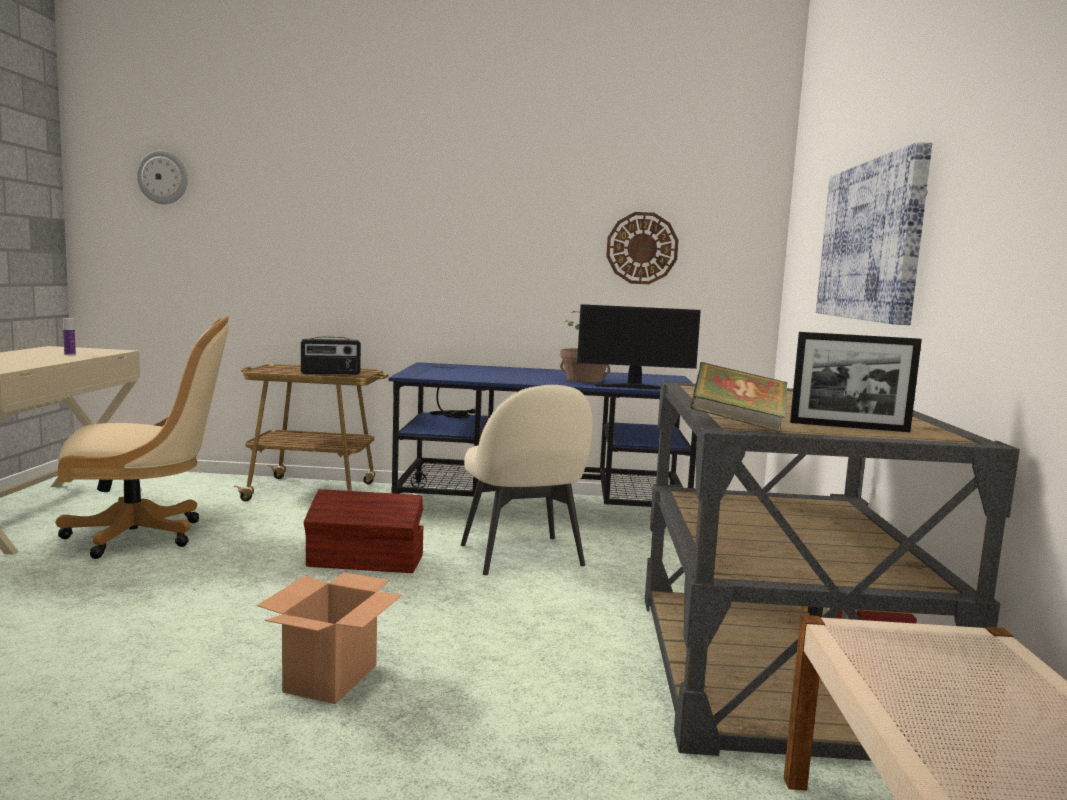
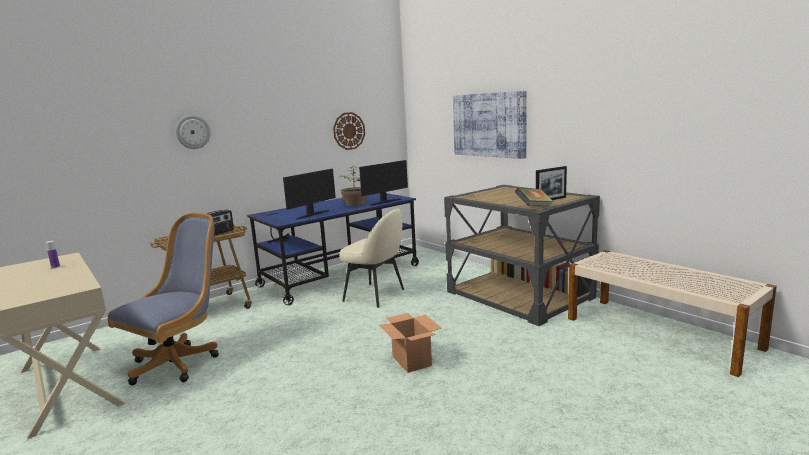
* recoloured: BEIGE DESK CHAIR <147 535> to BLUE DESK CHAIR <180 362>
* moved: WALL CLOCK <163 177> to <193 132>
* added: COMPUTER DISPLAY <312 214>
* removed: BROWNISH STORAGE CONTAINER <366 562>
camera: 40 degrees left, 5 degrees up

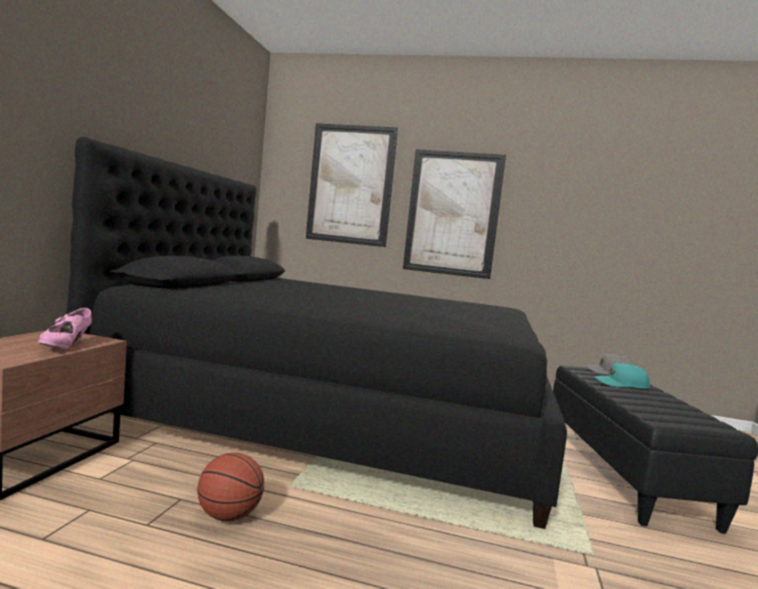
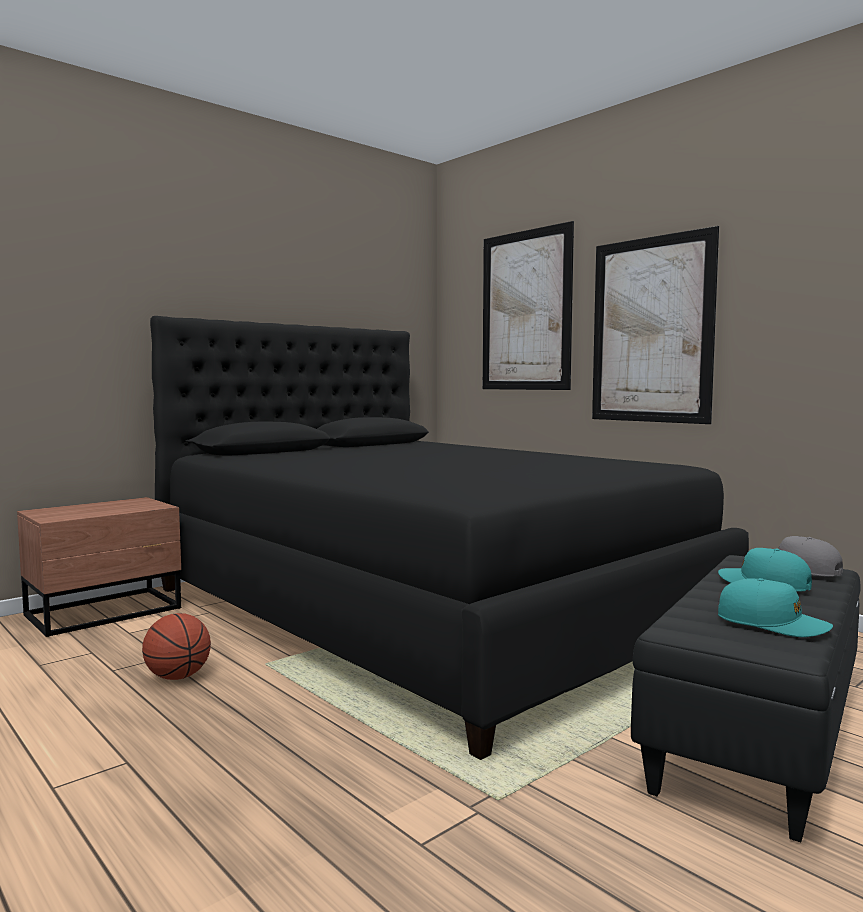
* added: TURQUOISE PEAKED CAP <771 623>
* removed: PINK SHOE <65 346>
camera: 35 degrees right, 0 degrees up

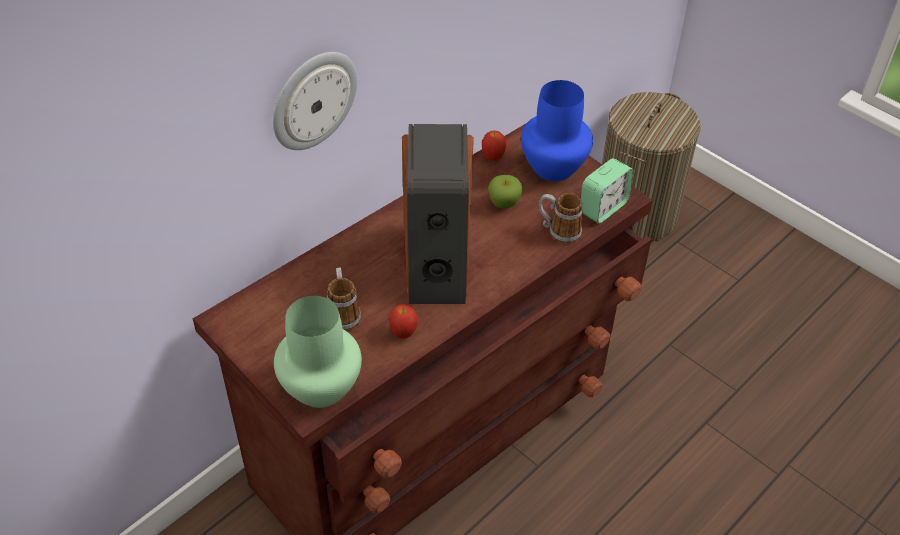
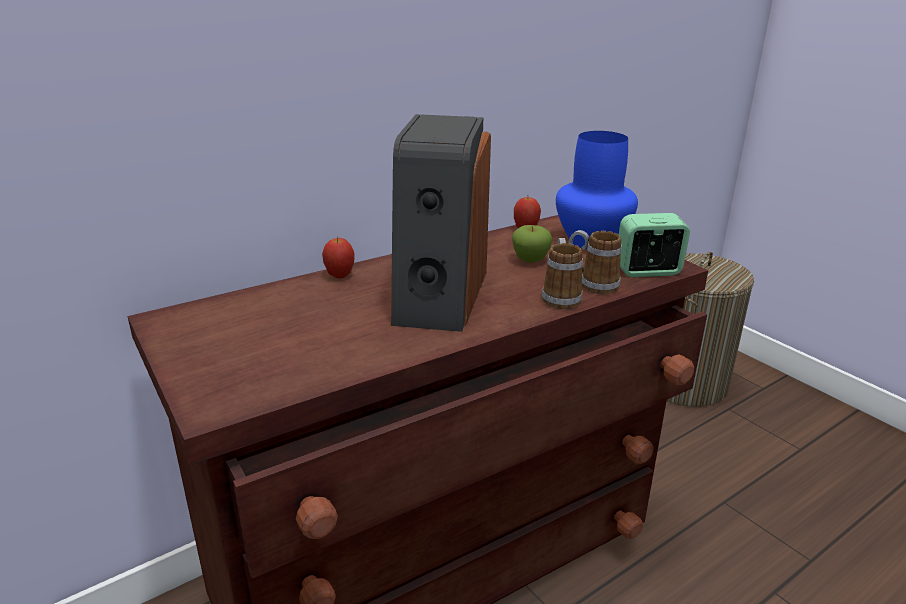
* moved: APPLE <403 333> to <339 276>
* moved: TEA MUG <343 313> to <560 296>
* turned: TABLE CLOCK <603 207> = <648 271> 150 degrees counterclockwise
* removed: WALL CLOCK <313 99>
* removed: GREEN FLOWER VASE <322 388>
camera: 10 degrees right, 20 degrees down

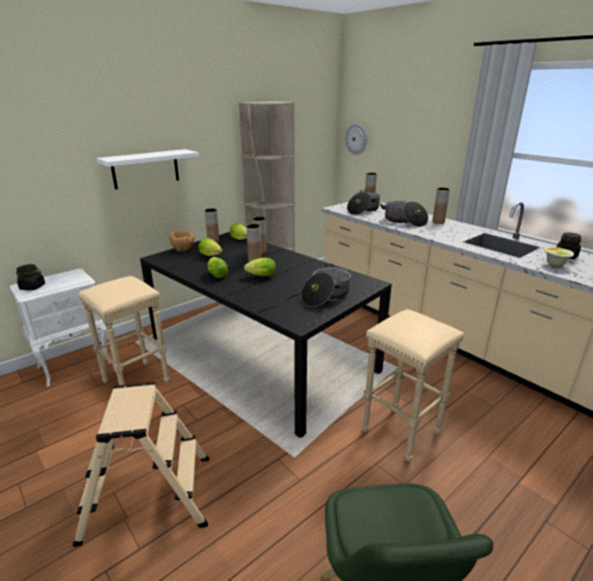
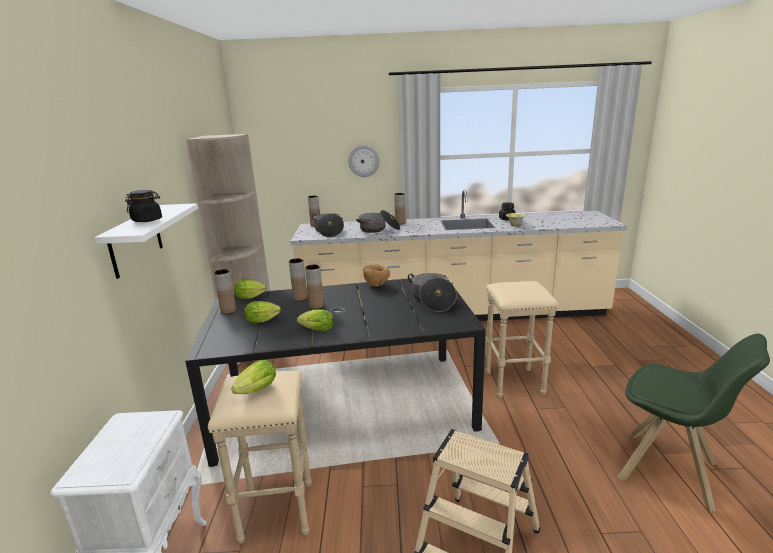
* moved: BLACK STORAGE JAR <33 287> to <147 220>
* moved: LETTUCE HEAD <260 276> to <255 391>
* moved: WALL CLOCK <356 139> to <364 161>
* moved: BROWNISH BOWL <183 250> to <376 285>
camera: 50 degrees left, 5 degrees down

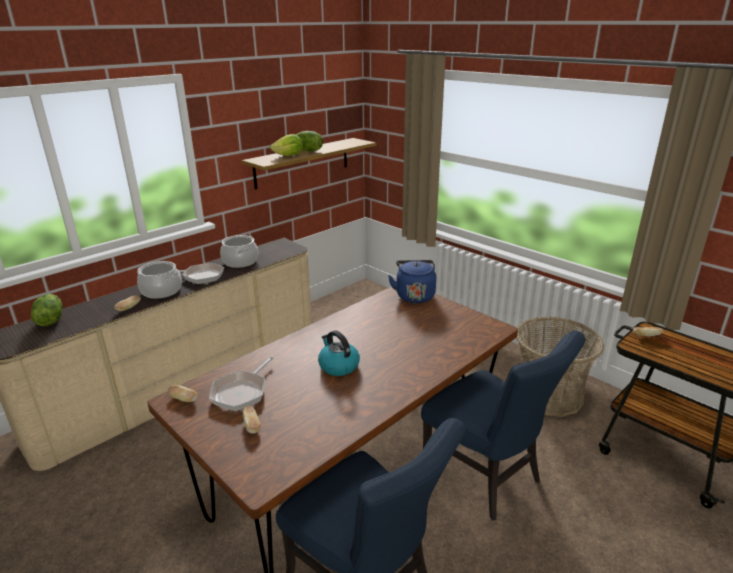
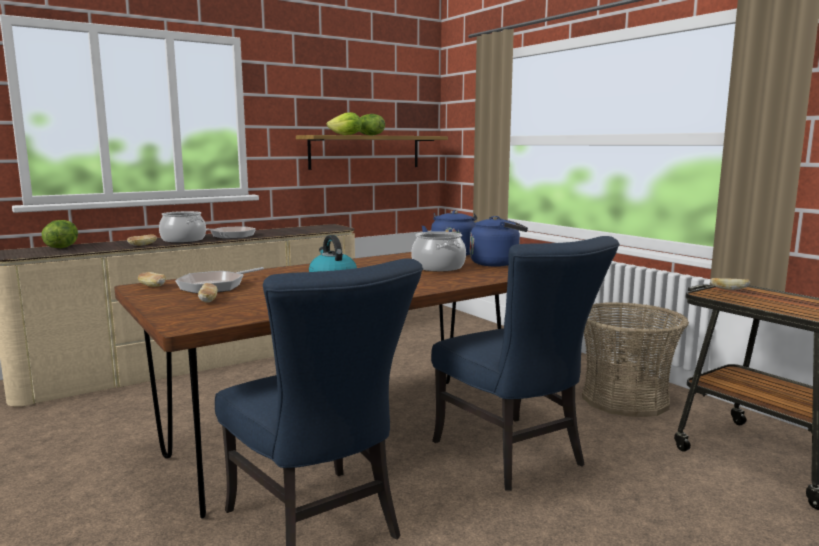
* moved: COOKING POT <240 261> to <438 267>
* added: BLUE TEA KETTLE <497 263>
camera: 10 degrees right, 15 degrees down

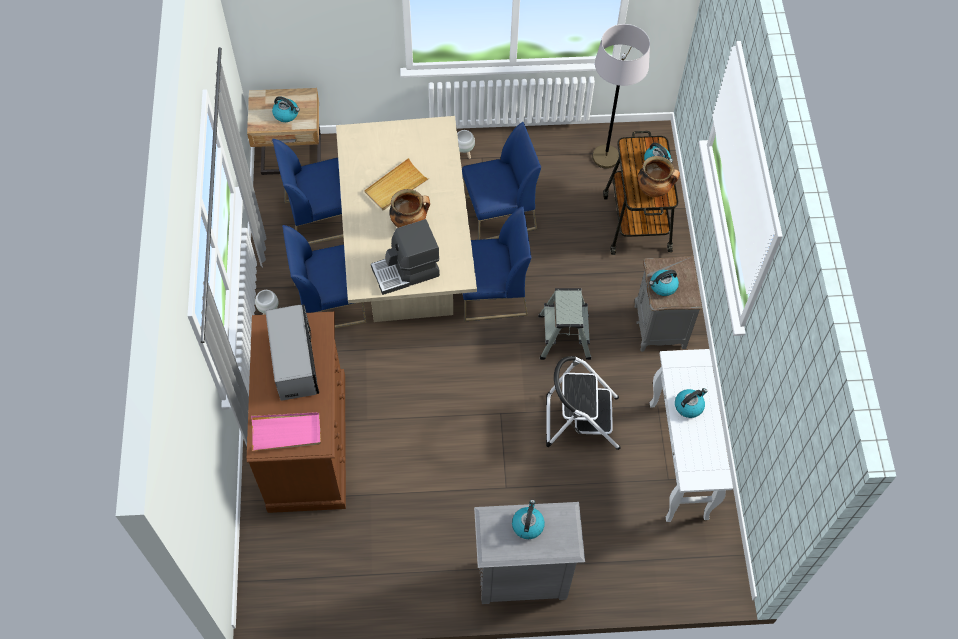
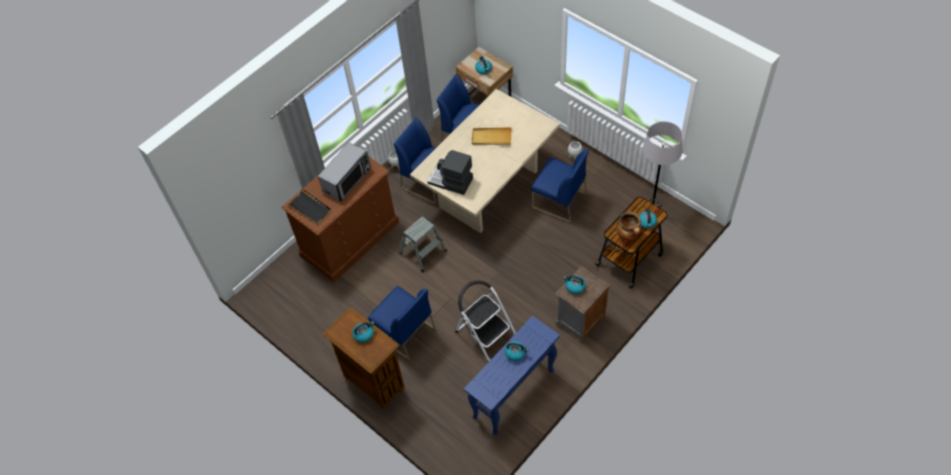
* recoloured: PINK CARRYING TRAY <286 432> to BLACK CARRYING TRAY <310 208>
* recoloured: GREY STORAGE CABINET <521 581> to BROWNISH STORAGE CABINET <373 382>
* moved: BLUE UPRIGHT CHAIR <492 293> to <404 332>
* moved: GREY STEPLADDER <564 336> to <423 251>
* recoloured: WHITE-COLOURED NARROW TABLE <678 461> to BLUE NARROW TABLE <513 395>
* removed: COOKING POT <409 223>
camera: 50 degrees right, 5 degrees down

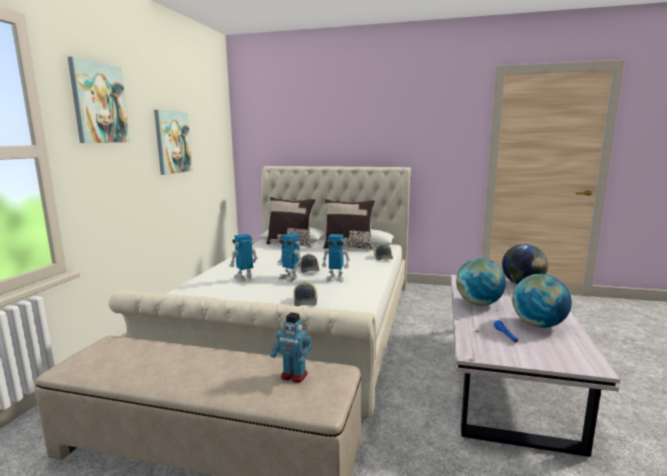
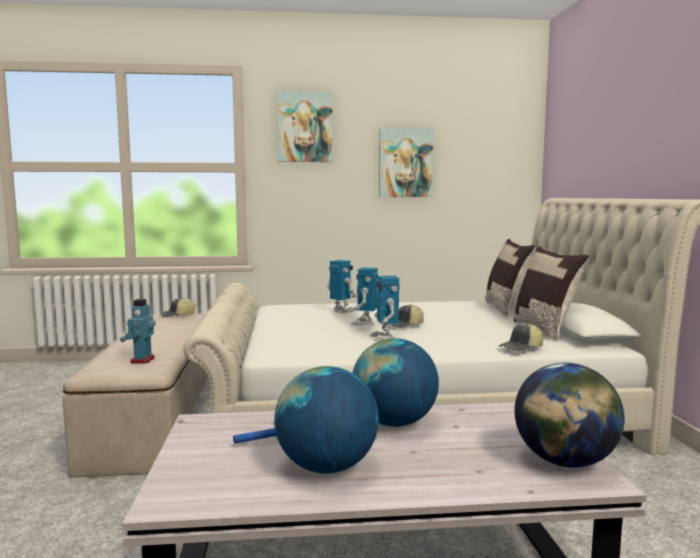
* moved: PEAKED CAP <306 302> to <177 316>
camera: 70 degrees right, 5 degrees down

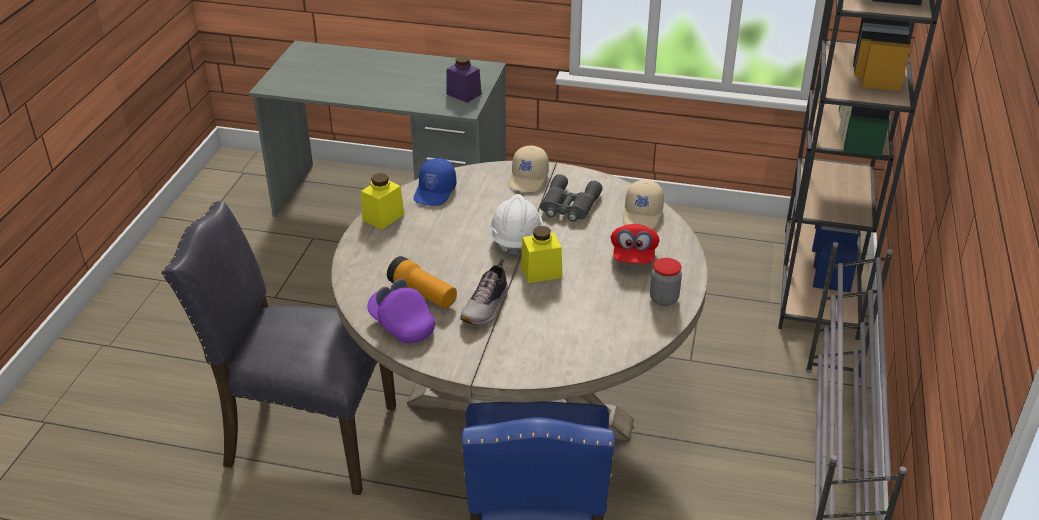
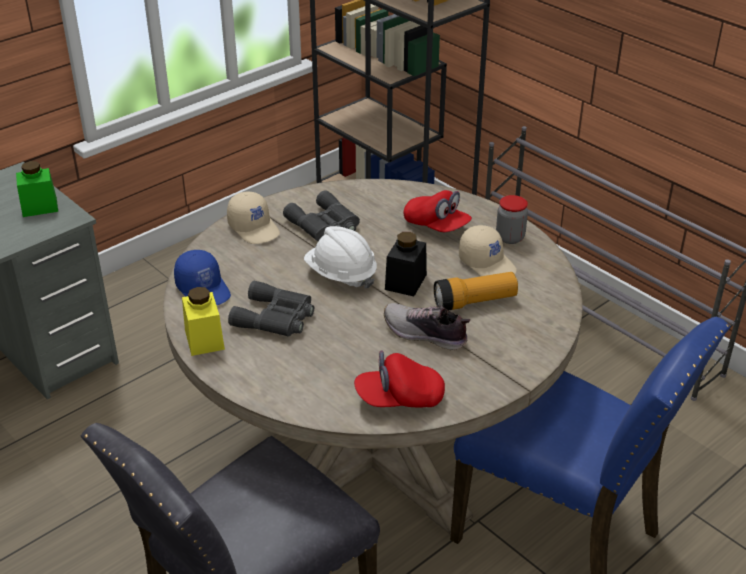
* recoloured: PURPLE-COLOURED STORAGE JAR <463 94> to GREEN STORAGE JAR <39 207>
* added: GREY FIELD GLASSES <276 318>
* recoloured: PURPLE-COLOURED PEAKED CAP <401 325> to RED-COLOURED PEAKED CAP <399 398>
* turned: SHOE <486 307> = <425 334> 150 degrees clockwise
* recoloured: YELLOW-COLOURED STORAGE JAR <541 272> to BLACK STORAGE JAR <405 282>
* moved: TORCH <423 294> to <475 302>
* moved: BEIGE PEAKED CAP <643 214> to <488 263>
camera: 55 degrees left, 0 degrees up

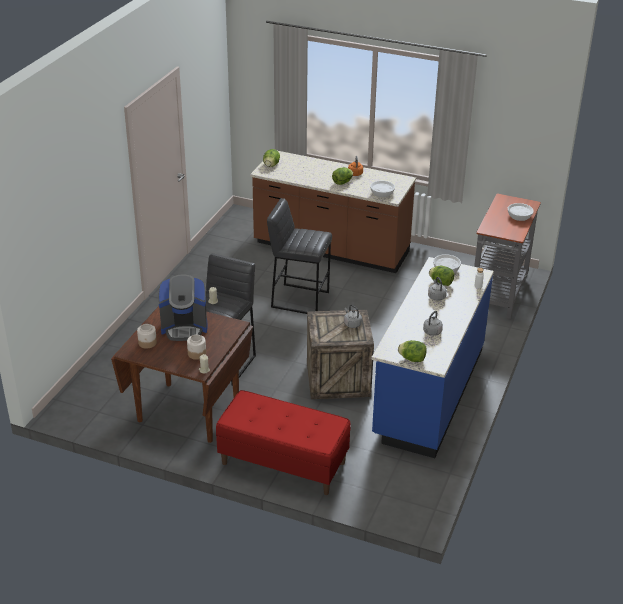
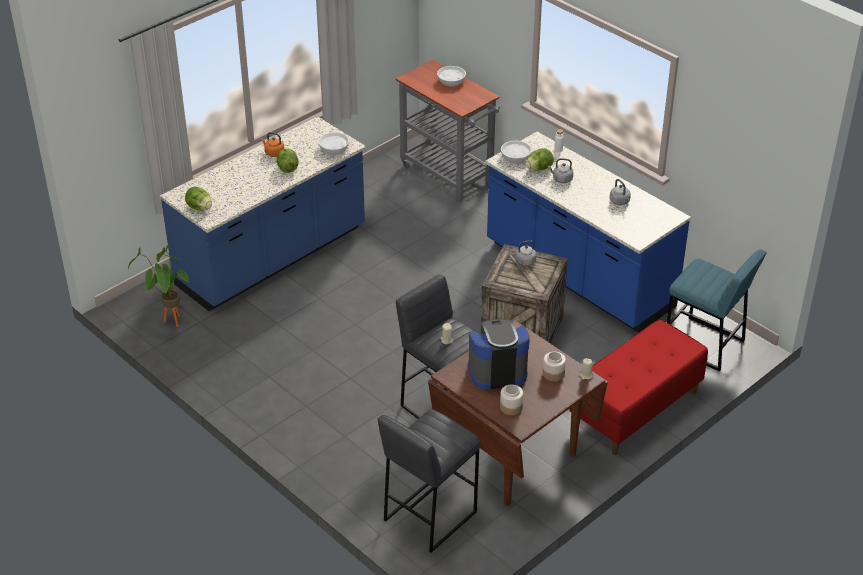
* added: HOUSEPLANT <170 323>
* recoloured: BROWNISH KITCHEN BASE UNIT <331 249> to BLUE KITCHEN BASE UNIT <272 258>
* moved: GREY STOOL <299 299> to <429 517>
* turned: COFFEE MACHINE <184 327> = <497 371> 120 degrees counterclockwise
* added: BLUE STOOL <706 344>
* removed: LETTUCE HEAD <412 359>
camera: 65 degrees left, 5 degrees up

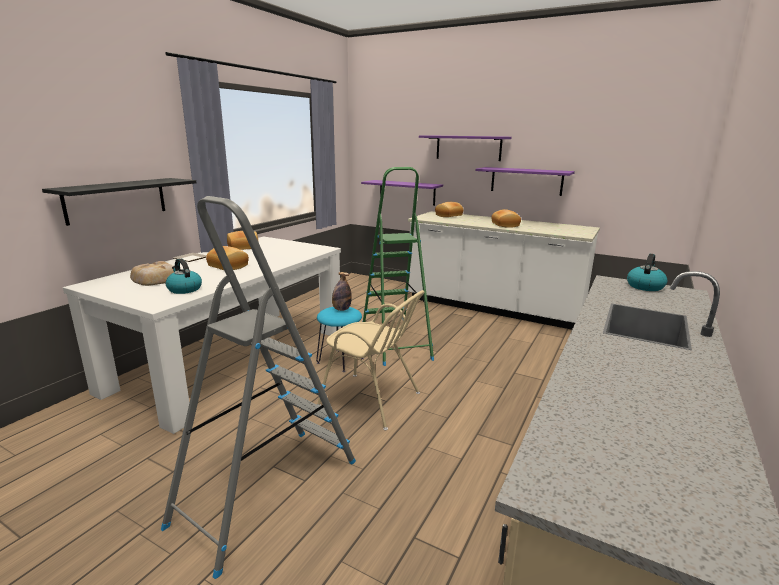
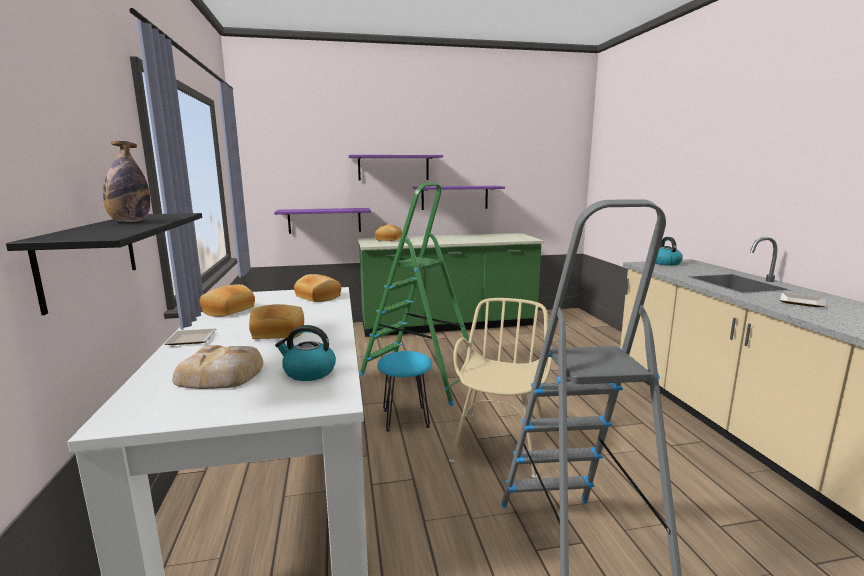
* moved: DRINK BOTTLE <341 309> to <130 222>
* moved: BREAD <504 225> to <317 297>
* recoloured: WHITE-COLOURED KITCHEN BASE UNIT <492 308> to GREEN KITCHEN BASE UNIT <448 325>
* turned: BEIGE UPRIGHT CHAIR <373 400> = <500 440> 60 degrees counterclockwise
* added: FLAT DISH <803 303>
camera: 40 degrees left, 5 degrees down

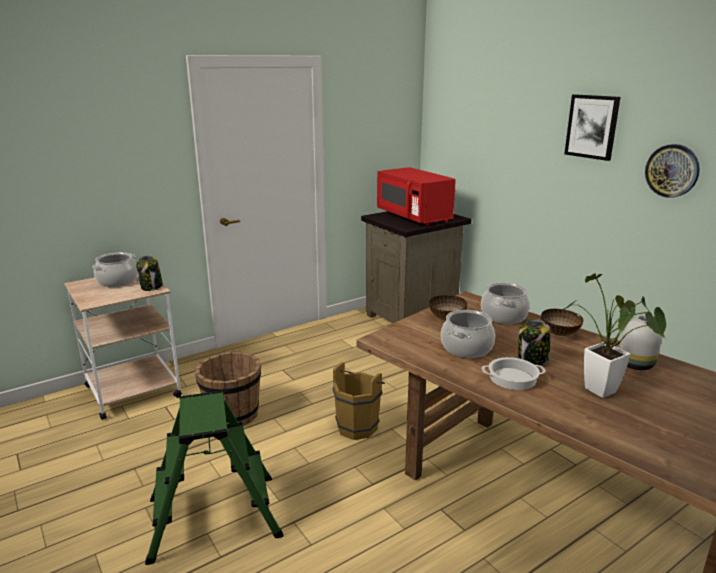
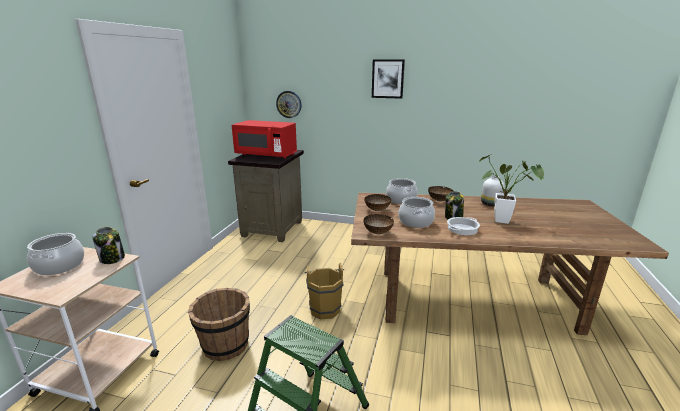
* moved: WALL CLOCK <672 170> to <289 104>
* added: BOWL <378 233>
camera: 40 degrees left, 0 degrees up

